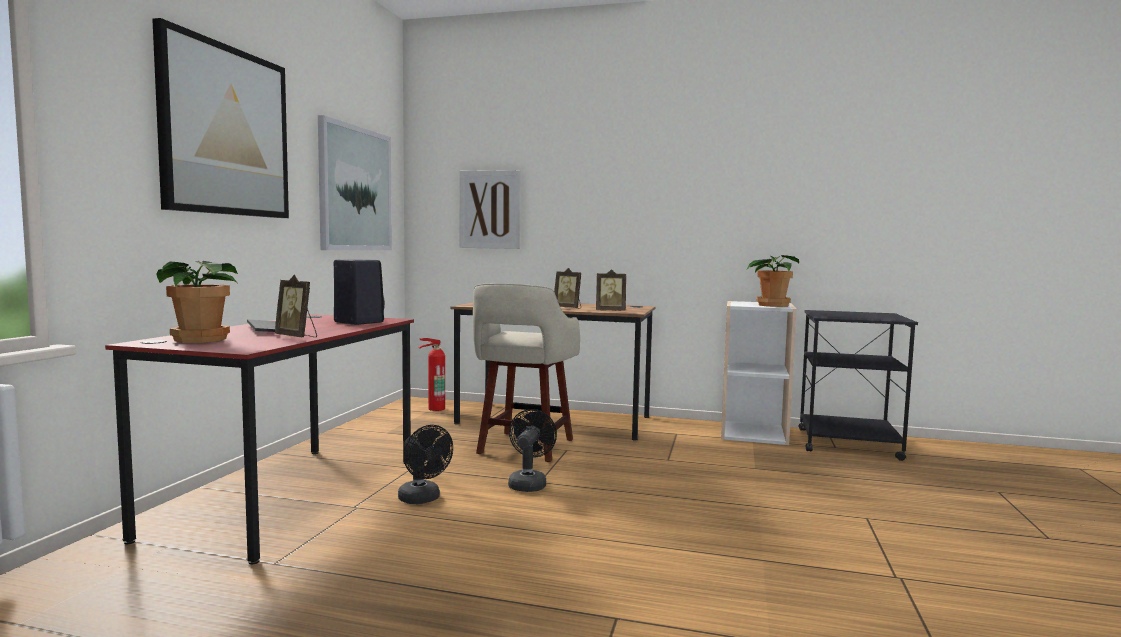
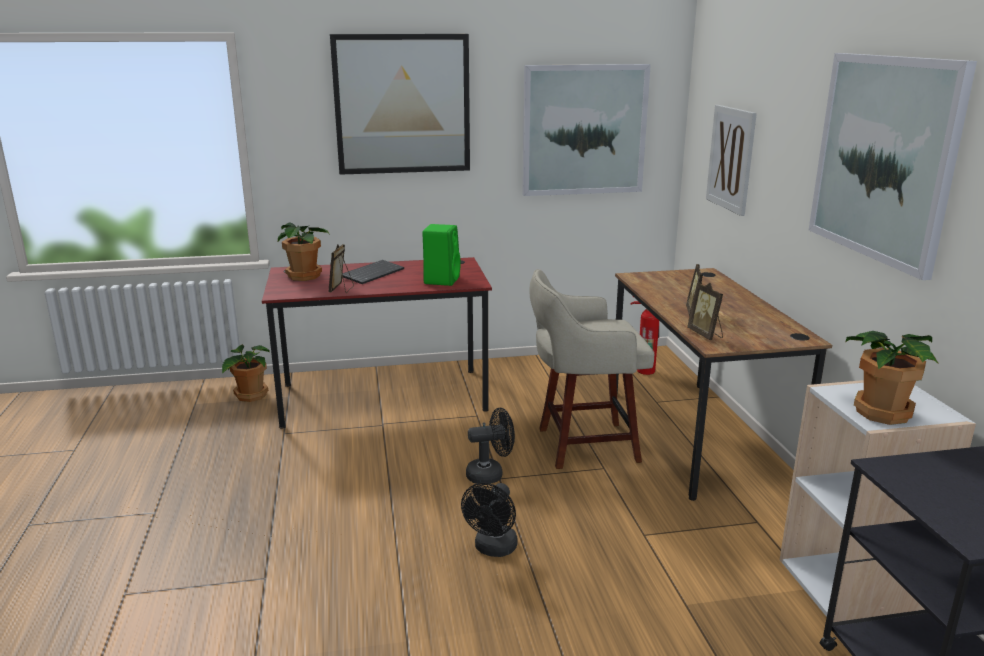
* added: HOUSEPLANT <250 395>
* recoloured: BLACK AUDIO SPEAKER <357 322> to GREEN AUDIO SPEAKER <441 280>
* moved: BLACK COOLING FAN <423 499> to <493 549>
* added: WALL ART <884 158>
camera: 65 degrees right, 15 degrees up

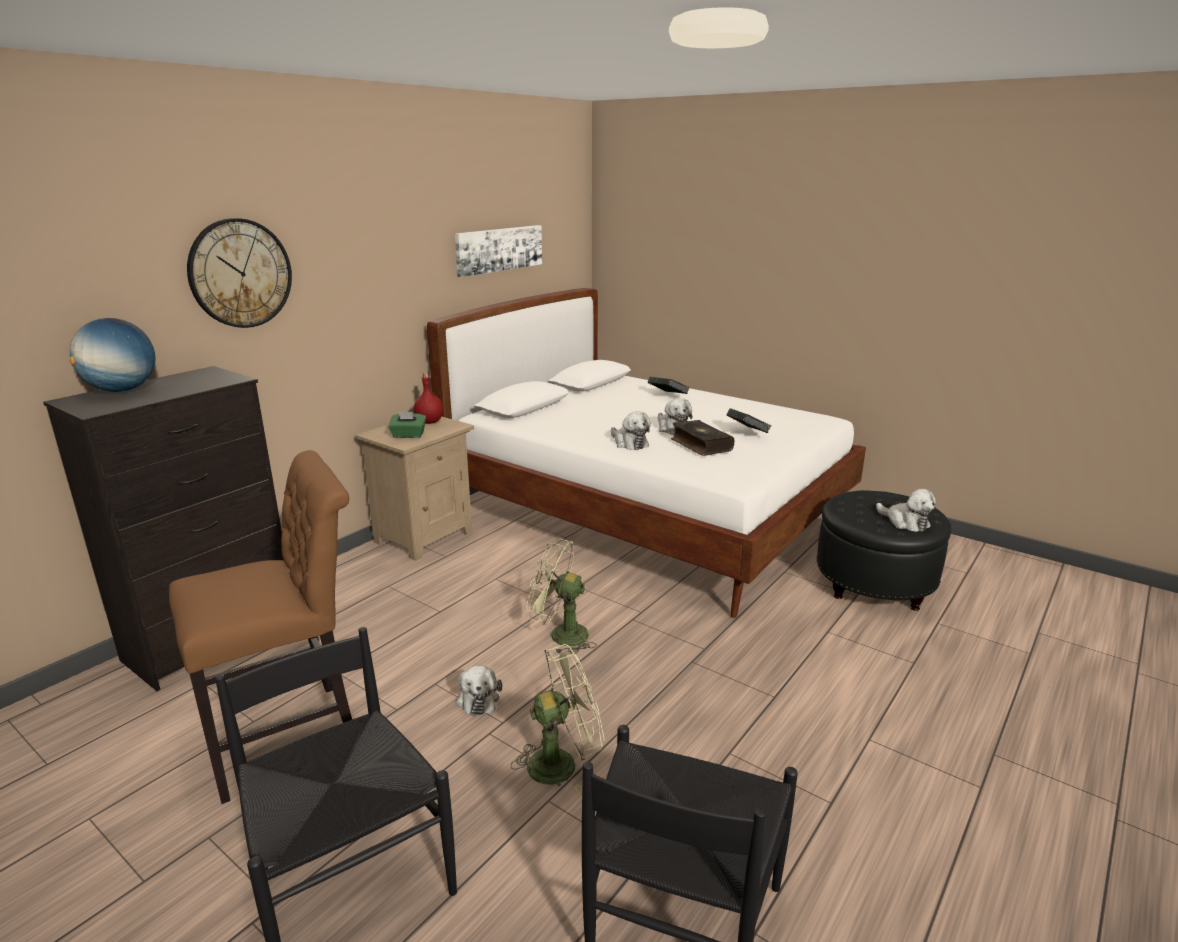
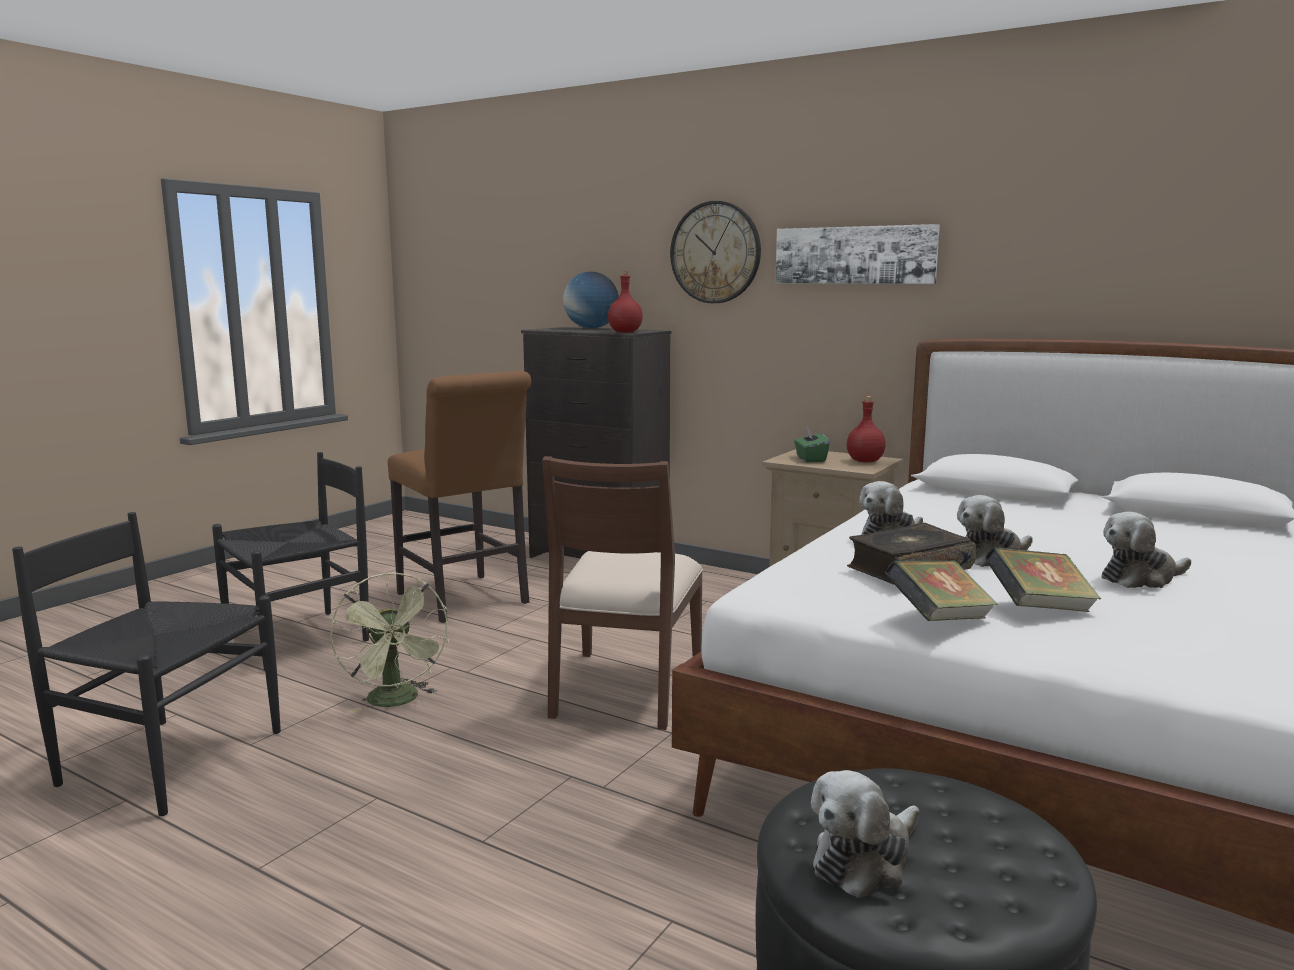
* replaced: GREEN COOLING FAN <560 635> to BROWNISH UPRIGHT CHAIR <625 689>
* added: RED-COLOURED DRINK BOTTLE <624 332>
* moved: WALL ART <499 249> to <854 255>
* moved: BOOK <668 397> to <939 620>
* moved: PLUSH TOY <478 698> to <1140 578>
camera: 85 degrees right, 10 degrees down

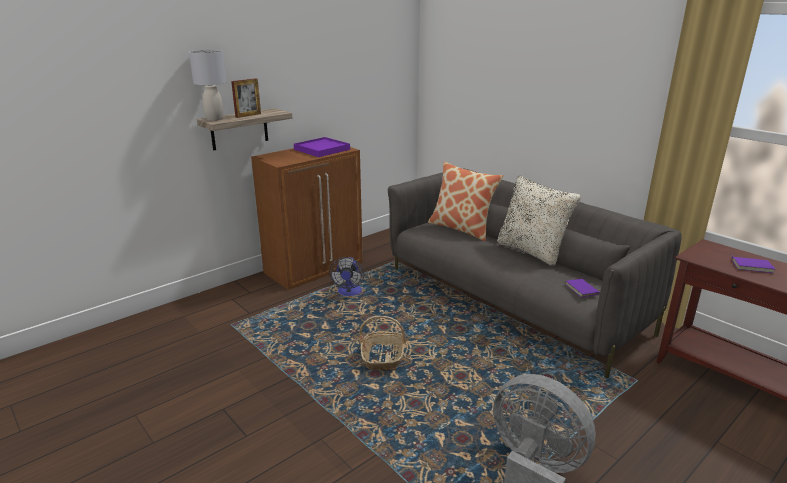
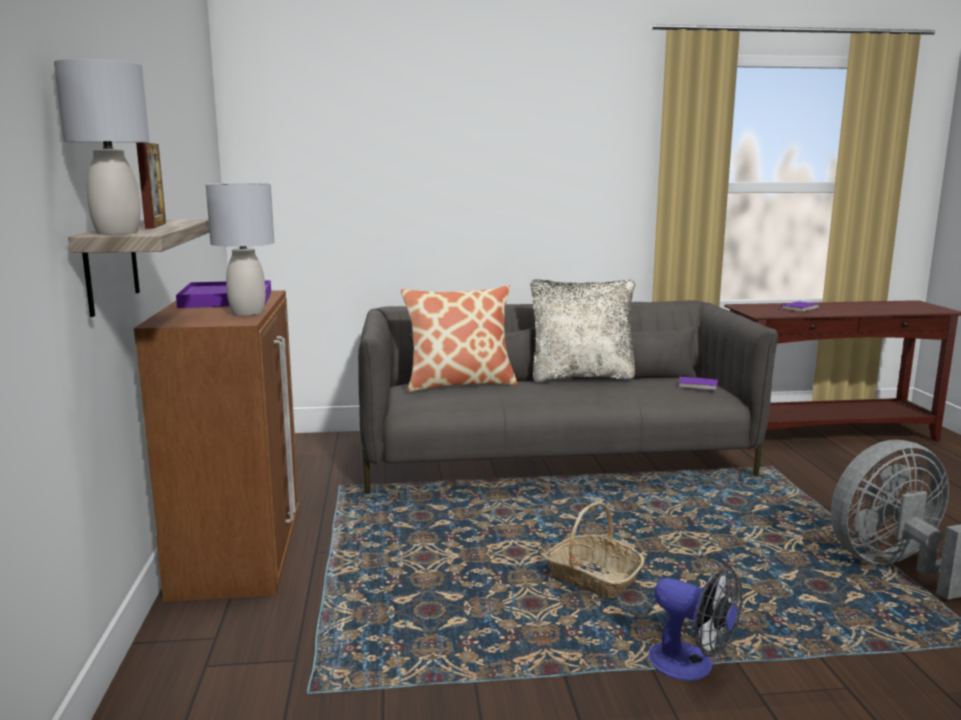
* added: GREY TABLE LAMP <247 312>
* moved: COOLING FAN <349 293> to <691 665>
camera: 55 degrees left, 10 degrees down

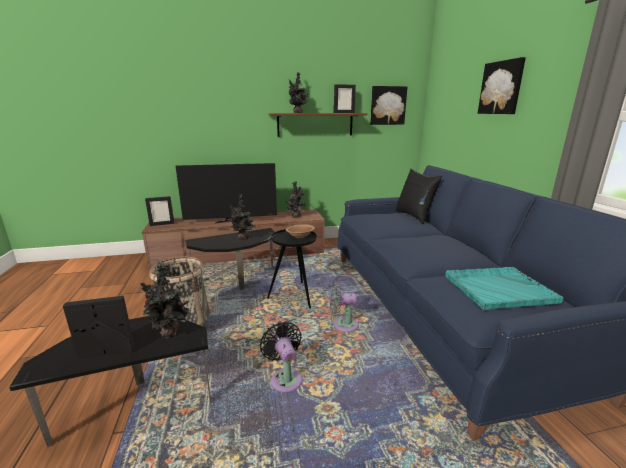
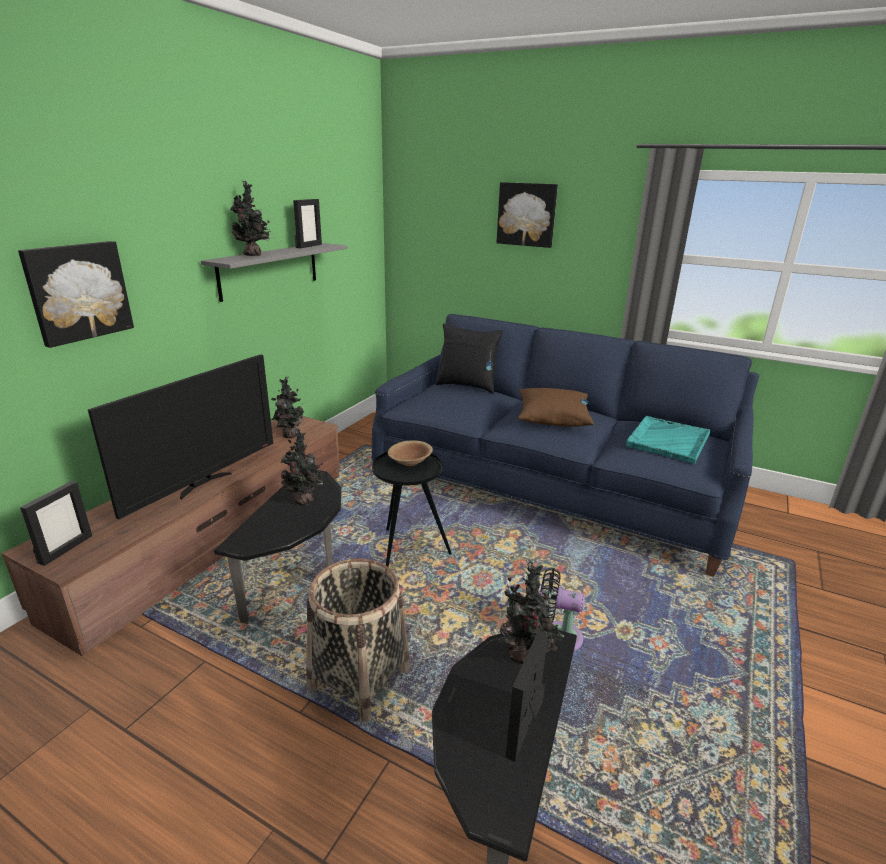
* moved: WALL ART <387 105> to <78 292>
* recoloured: BROWNISH BRACKET SHELF <315 124> to GREY BRACKET SHELF <269 270>
* added: BROWNISH PILLOW <552 419>
* removed: GREY COOLING FAN <342 325>
camera: 50 degrees left, 5 degrees up

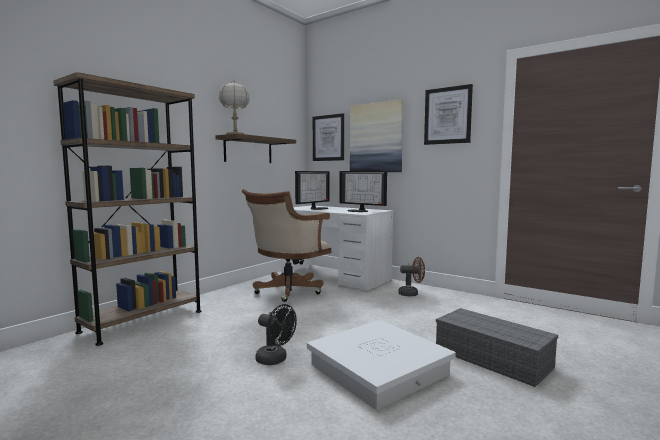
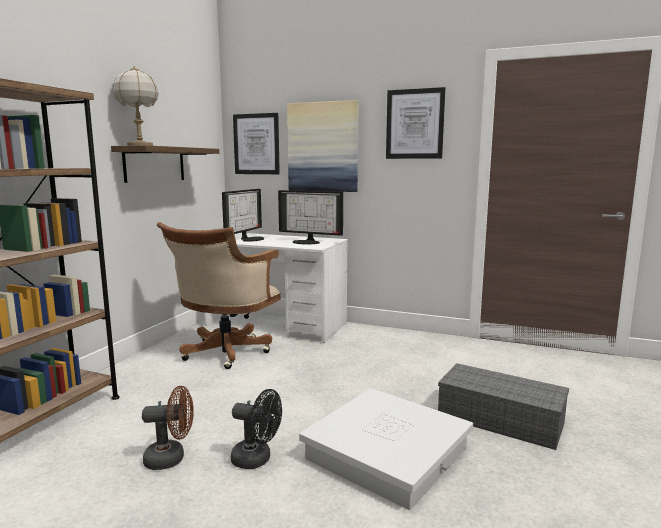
* moved: BROWNISH COOLING FAN <411 294> to <171 458>
camera: 15 degrees left, 5 degrees up

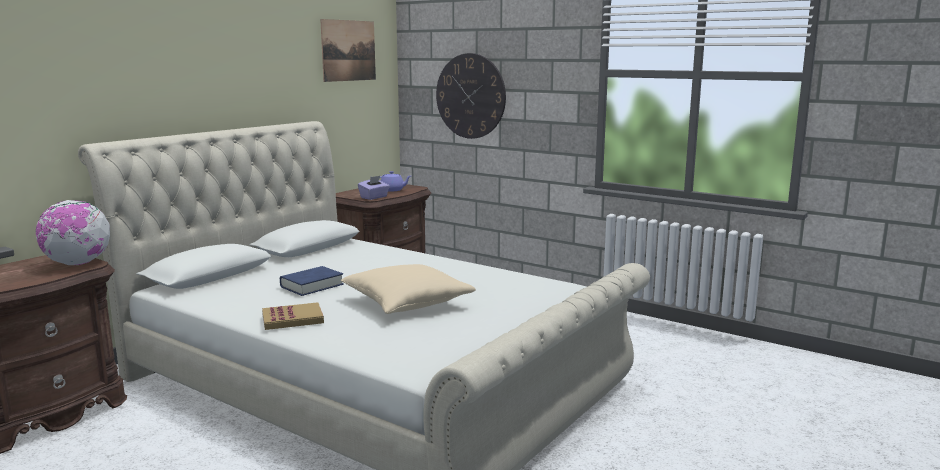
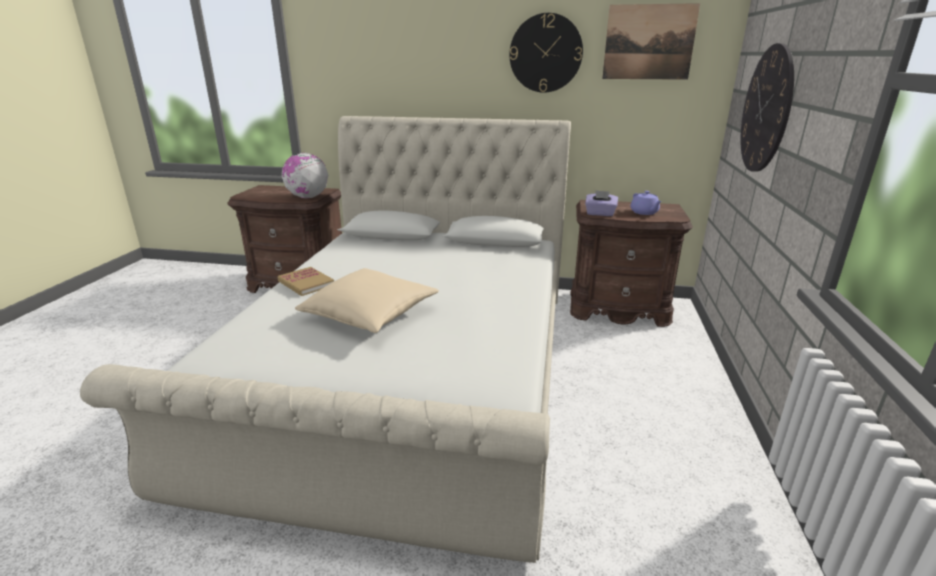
* added: WALL CLOCK <545 53>
* removed: BLUE BOOK <312 285>
camera: 65 degrees right, 10 degrees up

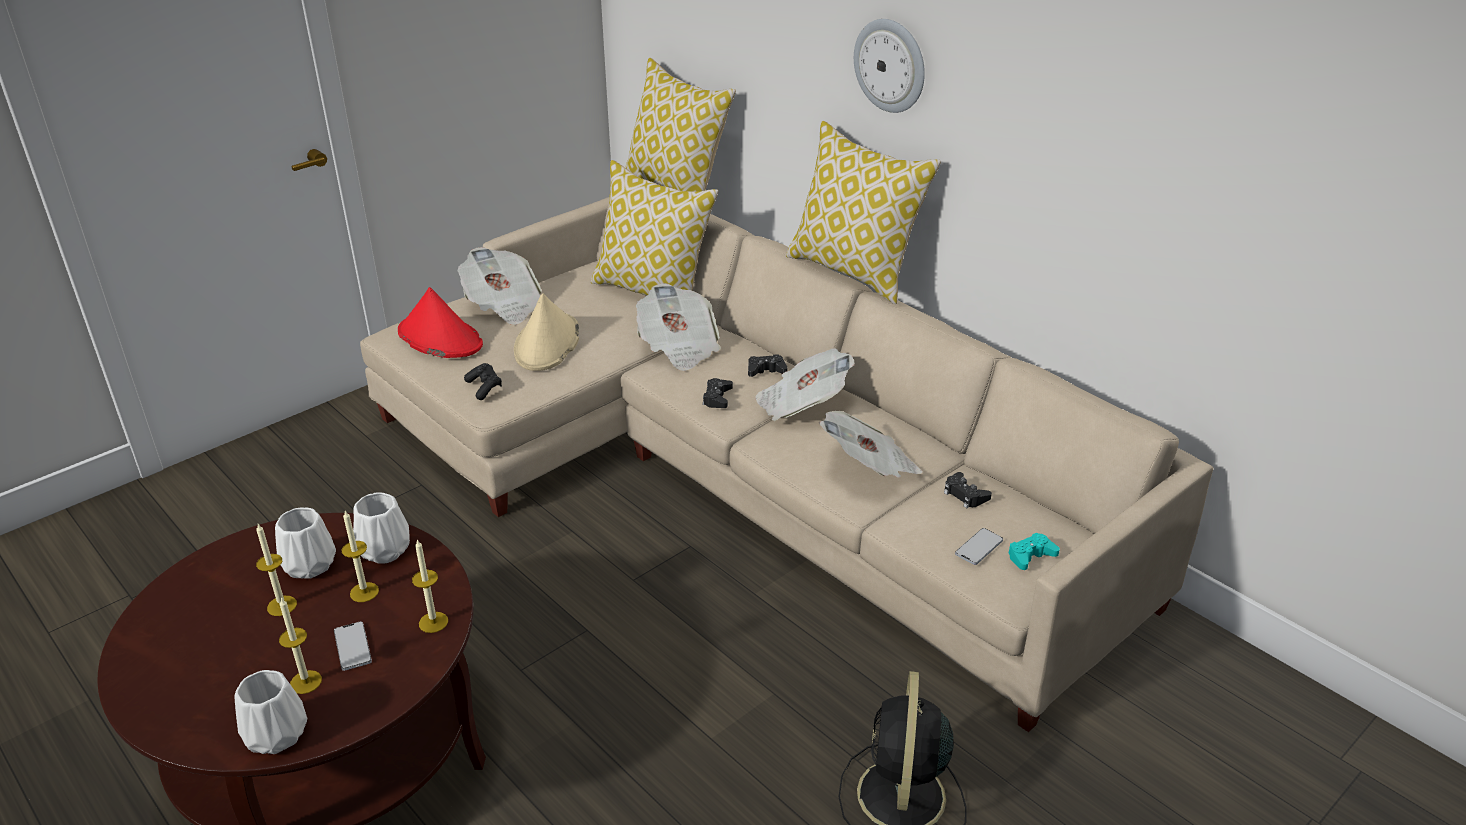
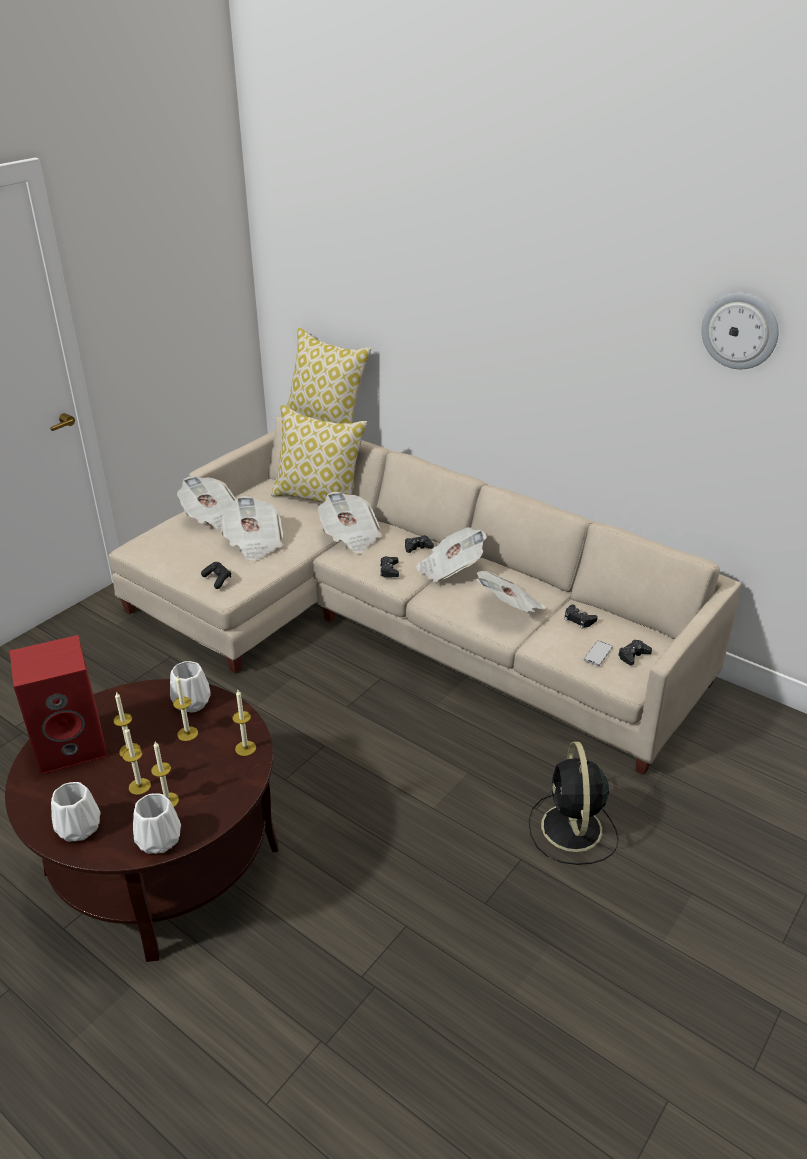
* added: RED-COLOURED AUDIO SPEAKER <73 744>
* moved: WHITE-COLOURED FLOWER VASE <308 565> to <77 828>
* added: WAX CANDLE <139 786>
* replaced: BEIGE CLOTHING HAT <547 344> to NEWSPAPER <254 543>
* recoloured: TURQUOISE GAMEPAD <1030 556> to BLACK GAMEPAD <633 656>
* moved: WALL CLOCK <890 65> to <740 330>
* removed: PHONE <353 647>
* removed: RED-COLOURED CLOTHING HAT <439 338>
* removed: PILLOW <854 272>
camera: 10 degrees left, 0 degrees up

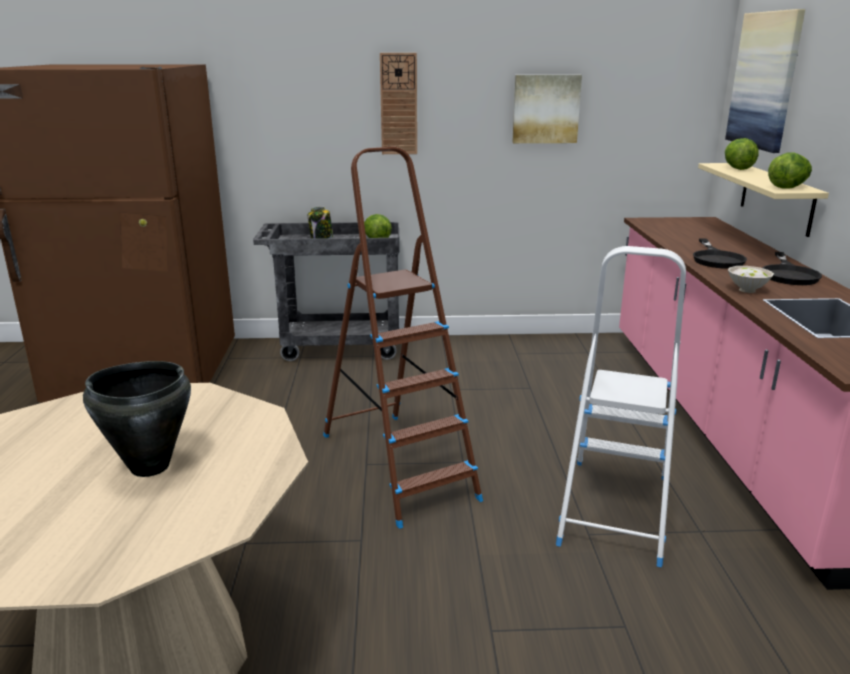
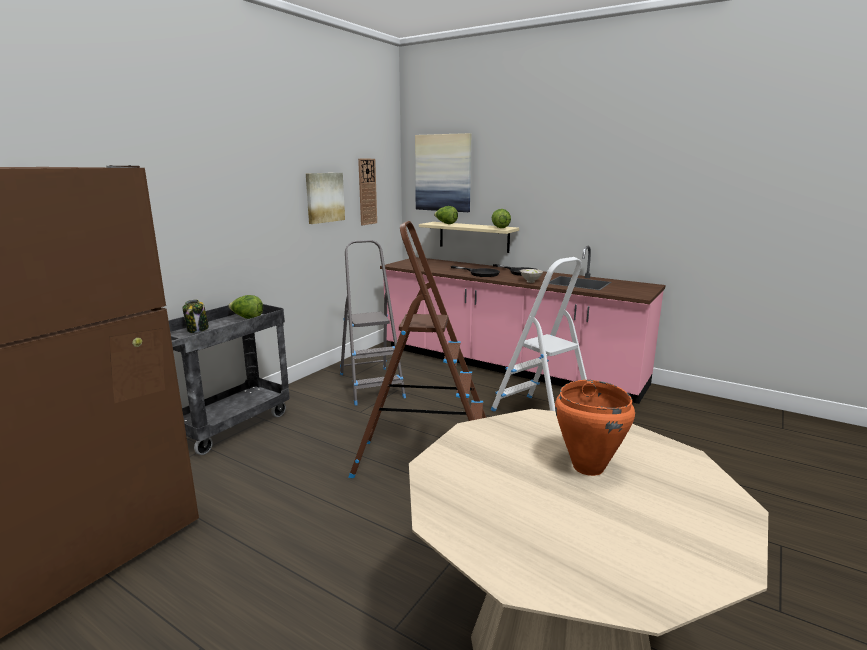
* added: GREY STEPLADDER <371 385>
* moved: WALL CLOCK <398 104> to <367 191>
* recoloured: BLACK COOKING POT <149 466> to ORANGE-COLOURED COOKING POT <587 467>
camera: 55 degrees left, 5 degrees down

